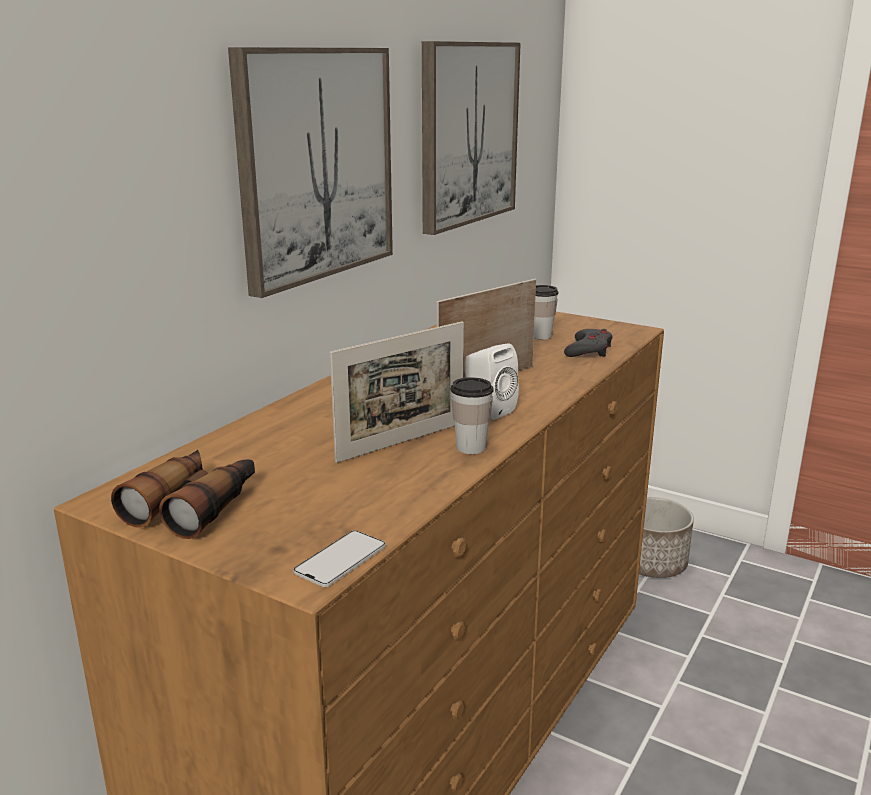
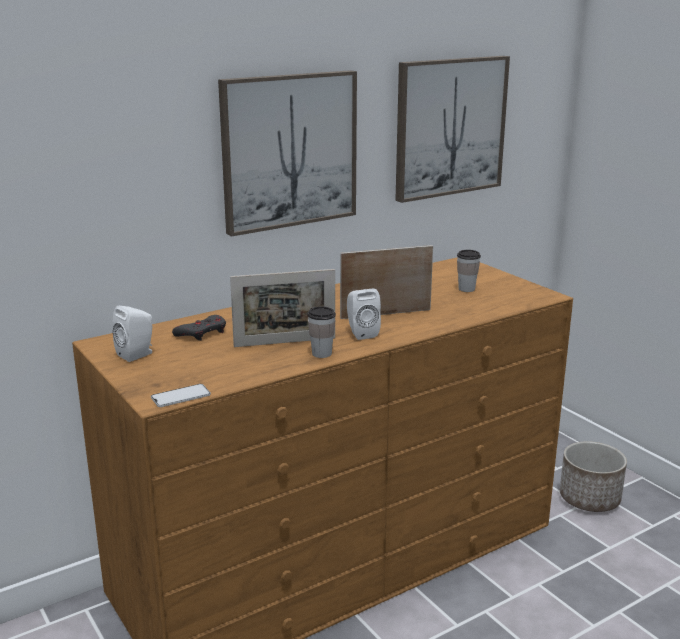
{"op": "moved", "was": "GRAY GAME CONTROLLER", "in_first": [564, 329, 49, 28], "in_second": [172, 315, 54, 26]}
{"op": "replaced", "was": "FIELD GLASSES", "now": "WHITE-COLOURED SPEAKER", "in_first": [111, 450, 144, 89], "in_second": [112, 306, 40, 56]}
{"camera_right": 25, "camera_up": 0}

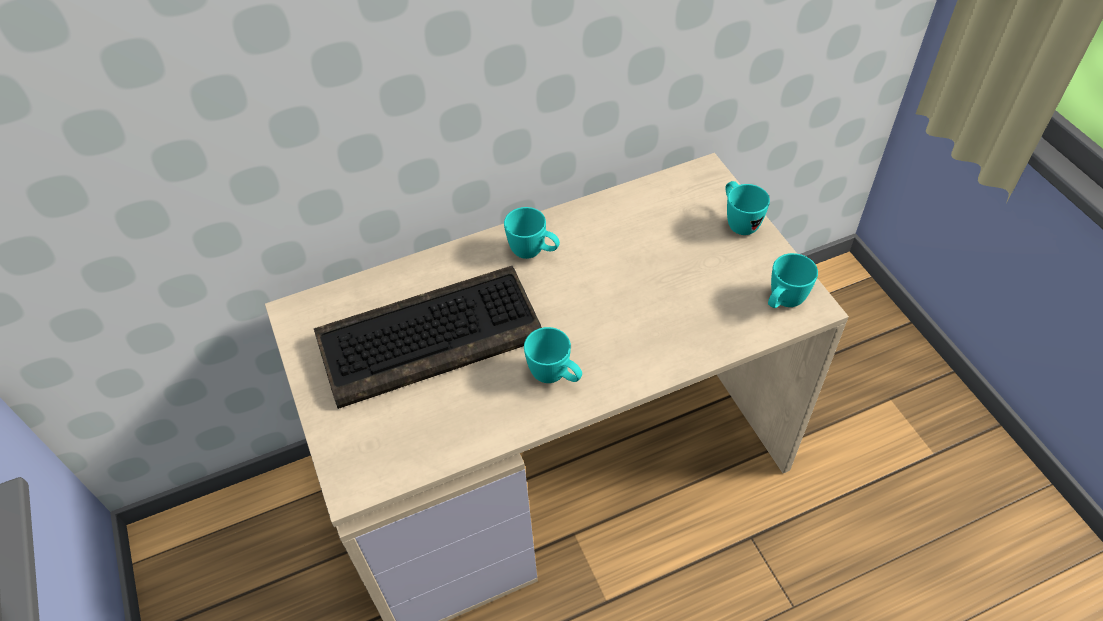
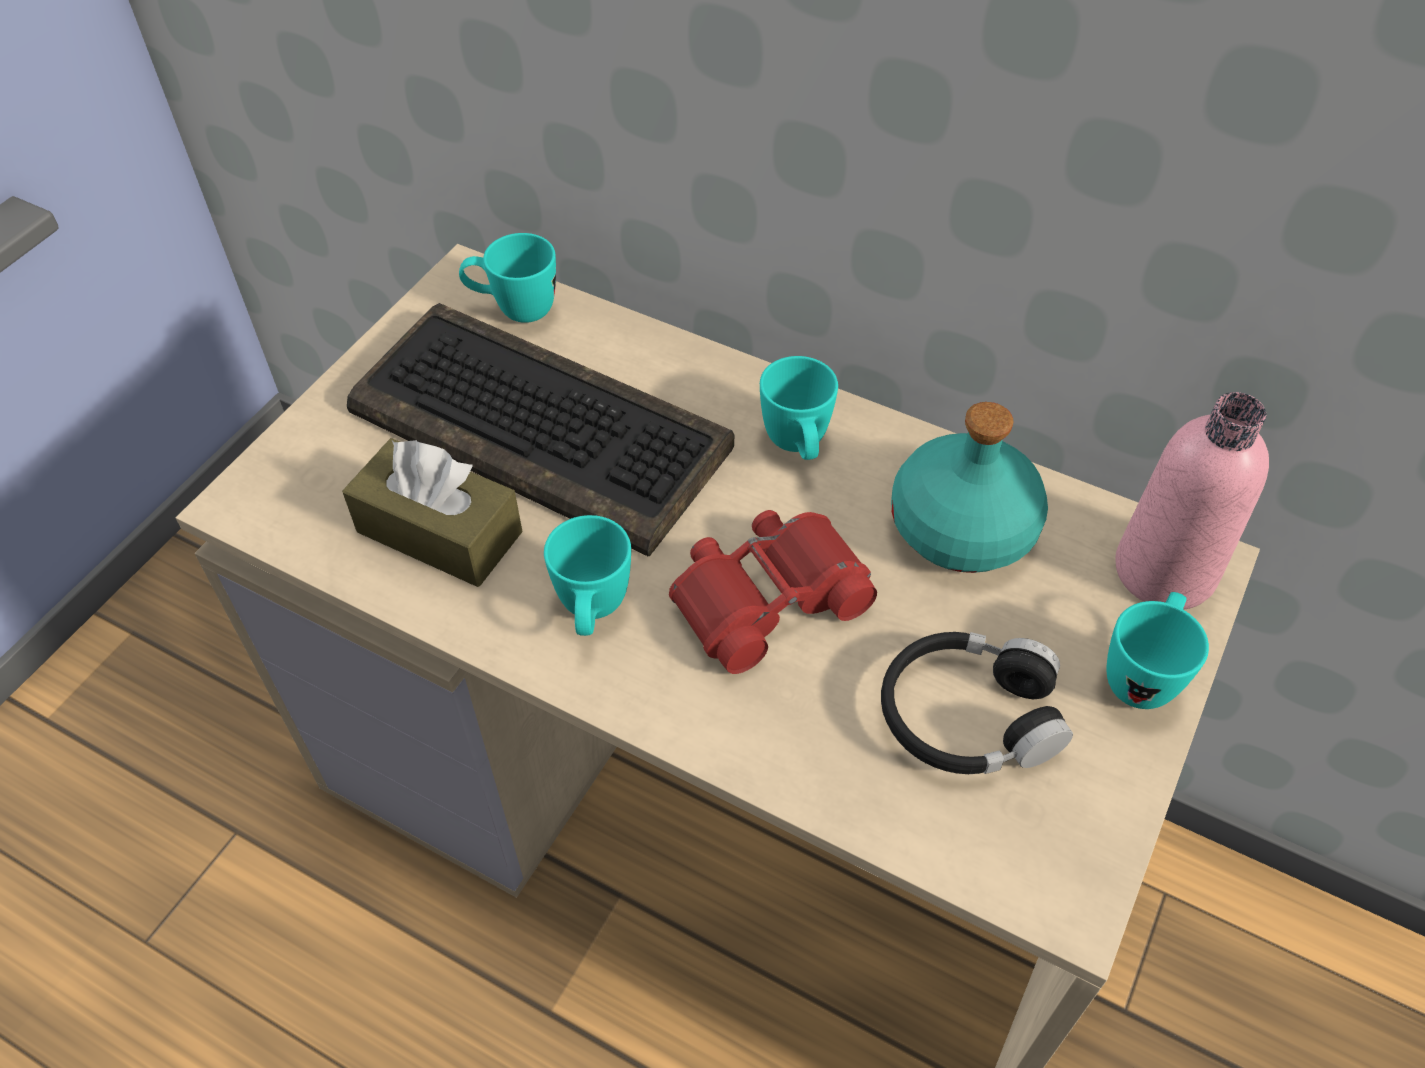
{"op": "added", "now": "BROWNISH BOX OF TISSUES", "in_second": [342, 438, 181, 149]}
{"op": "added", "now": "RED-COLOURED FIELD GLASSES", "in_second": [669, 510, 208, 164]}
{"op": "added", "now": "BLACKISH PAIR OF HEADPHONES", "in_second": [881, 632, 192, 142]}
{"op": "added", "now": "TURQUOISE DRINK BOTTLE", "in_second": [891, 402, 157, 171]}
{"op": "added", "now": "PINK-COLOURED DRINK BOTTLE", "in_second": [1115, 392, 154, 218]}
{"op": "moved", "was": "TURQUOISE TEA MUG", "in_first": [768, 253, 50, 55], "in_second": [459, 233, 97, 90]}
{"camera_right": 50, "camera_up": 0}

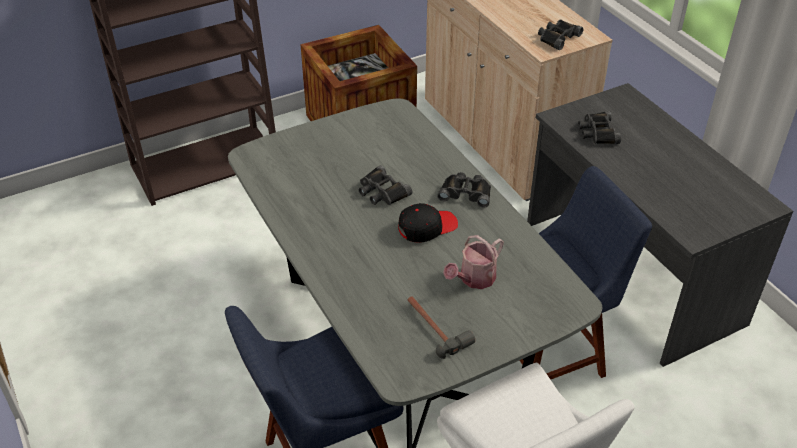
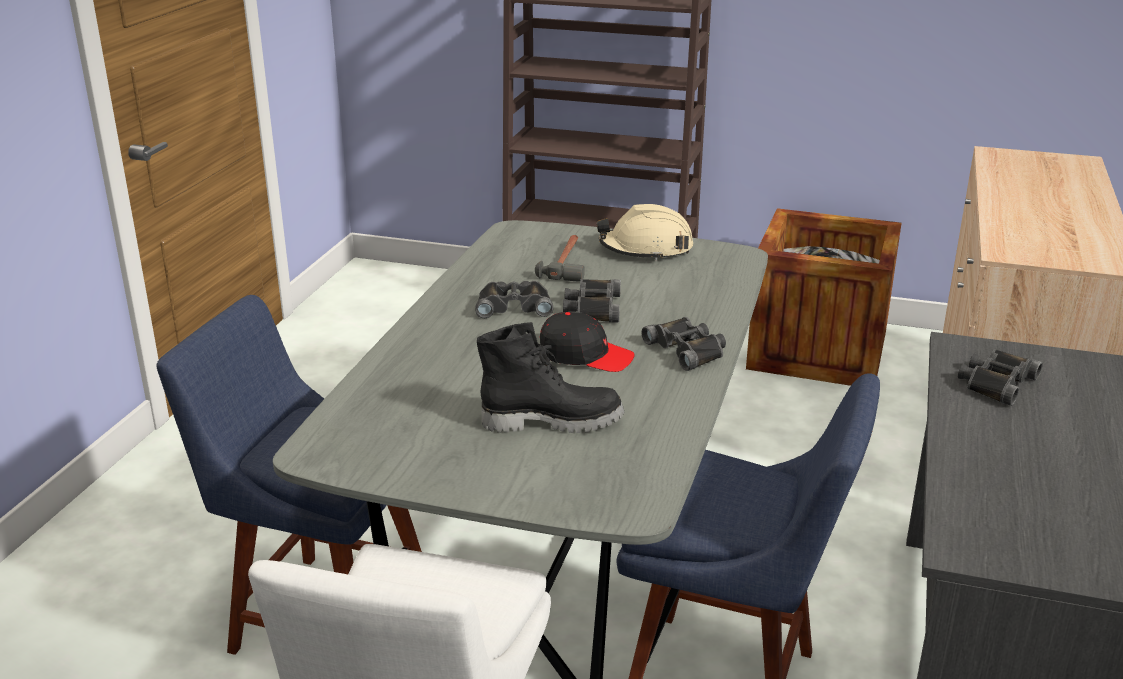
{"op": "added", "now": "BEIGE SAFETY HELMET", "in_second": [597, 204, 96, 57]}
{"op": "moved", "was": "TOOL HAMMER", "in_first": [407, 297, 68, 62], "in_second": [535, 235, 50, 47]}
{"op": "moved", "was": "BLACKISH FIELD GLASSES", "in_first": [538, 19, 45, 31], "in_second": [475, 281, 79, 37]}
{"op": "replaced", "was": "WATERING CAN", "now": "BLACKISH HIGH-TOP BOOT", "in_first": [443, 235, 61, 54], "in_second": [477, 322, 147, 111]}
{"camera_right": 45, "camera_up": -15}

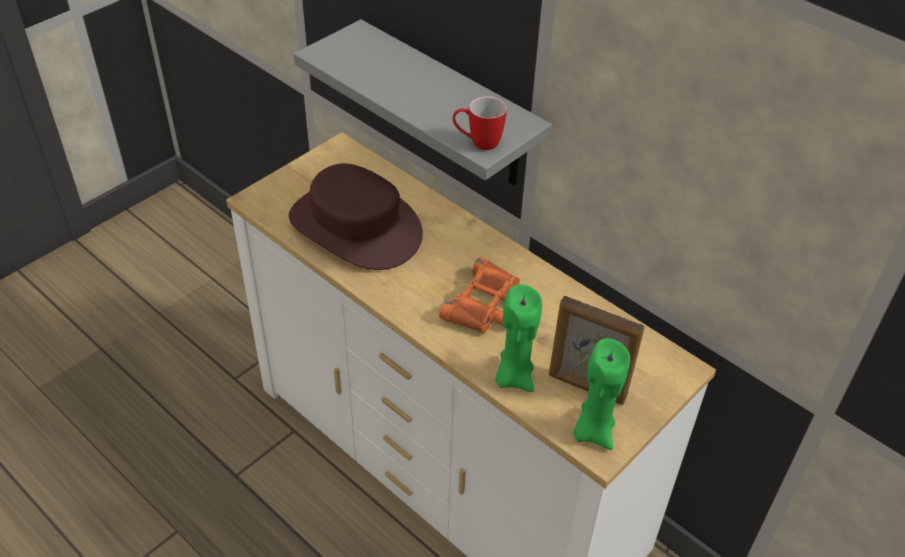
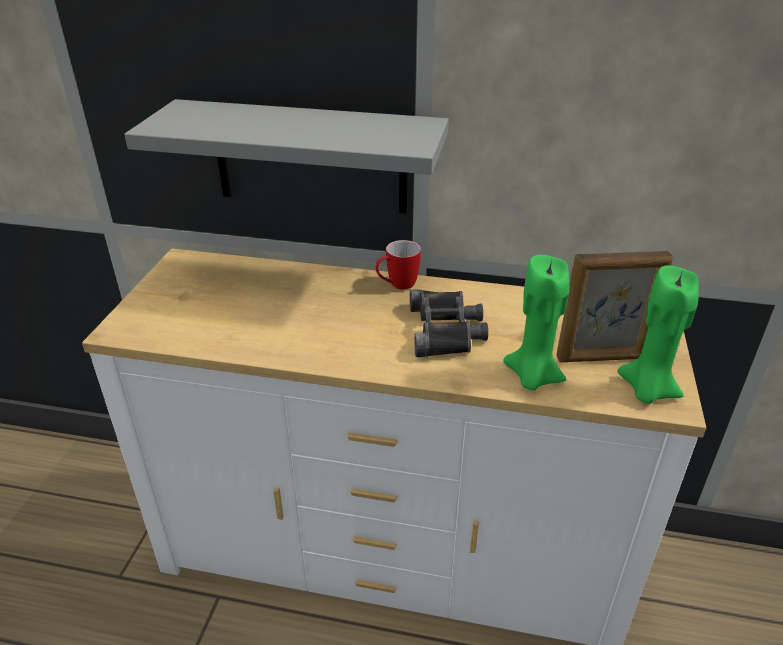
{"op": "removed", "was": "BROWNISH WEARABLE HAT", "in_first": [289, 163, 134, 107]}
{"op": "moved", "was": "TEA MUG", "in_first": [453, 96, 54, 54], "in_second": [375, 240, 46, 50]}
{"op": "recoloured", "was": "ORANGEY FIELD GLASSES", "now": "BLACKISH FIELD GLASSES", "in_first": [439, 257, 81, 76], "in_second": [410, 290, 78, 67]}
{"camera_right": -30, "camera_up": -10}

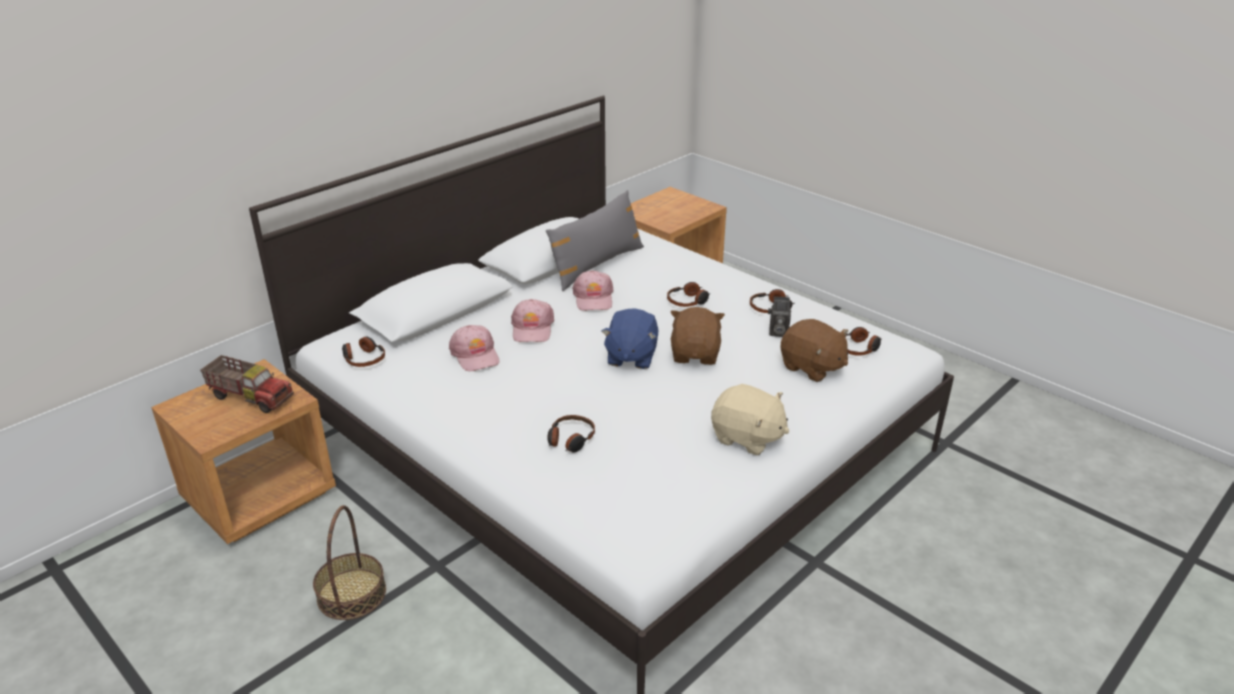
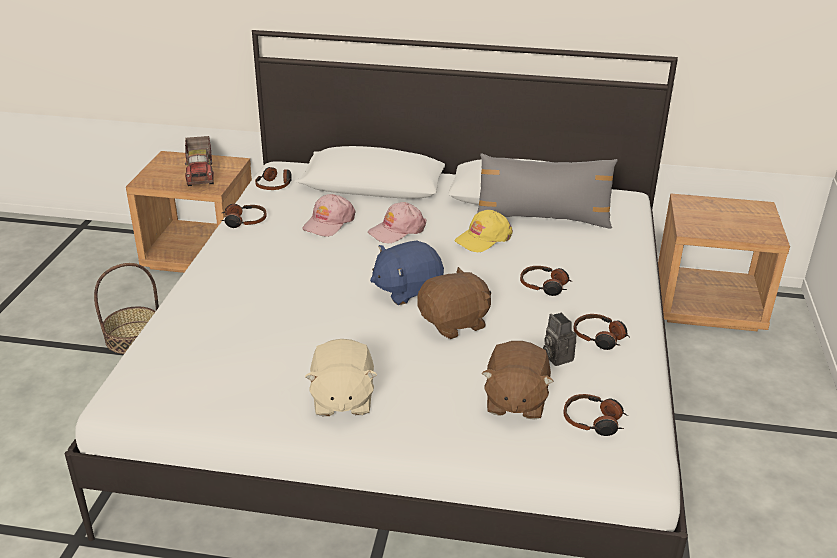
{"op": "moved", "was": "PAIR OF HEADPHONES", "in_first": [547, 415, 48, 38], "in_second": [221, 204, 46, 24]}
{"op": "recoloured", "was": "PINK-COLOURED PEAKED CAP", "now": "YELLOWISH PEAKED CAP", "in_first": [572, 270, 42, 41], "in_second": [454, 210, 59, 42]}
{"camera_right": 55, "camera_up": 0}

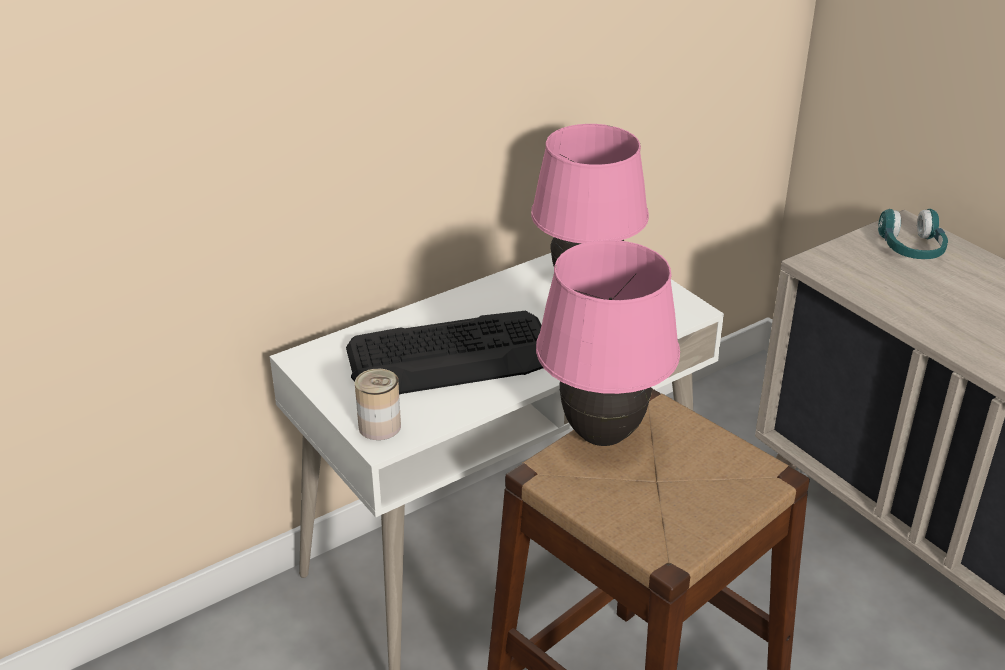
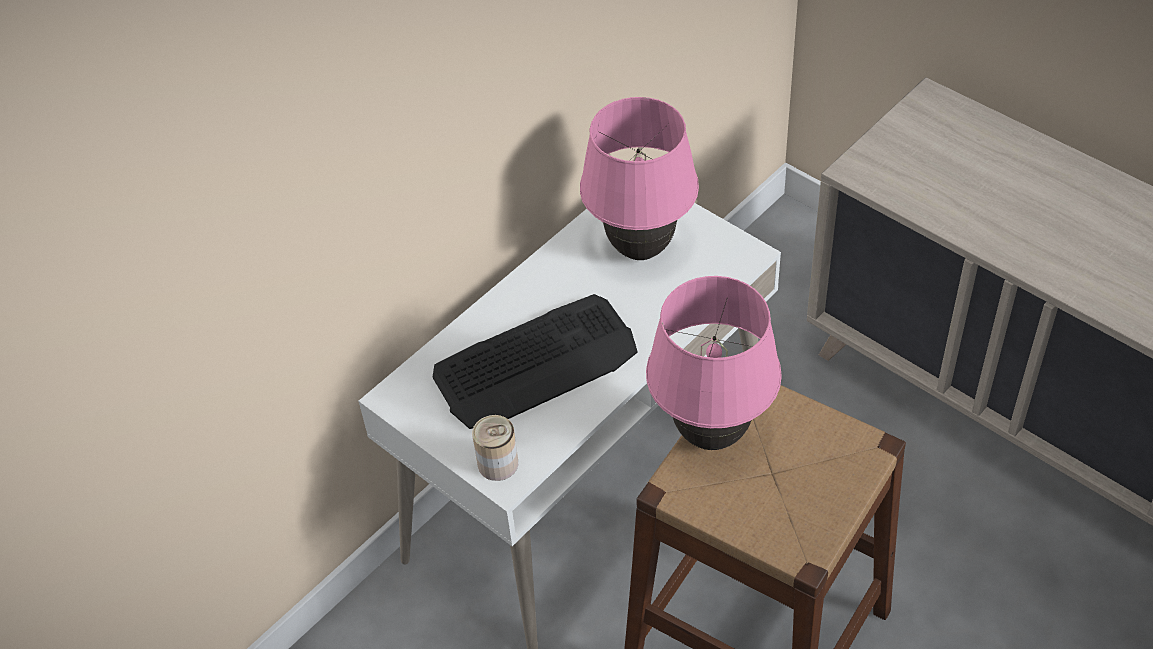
{"op": "removed", "was": "TURQUOISE PAIR OF HEADPHONES", "in_first": [878, 209, 70, 50]}
{"camera_right": -10, "camera_up": 15}

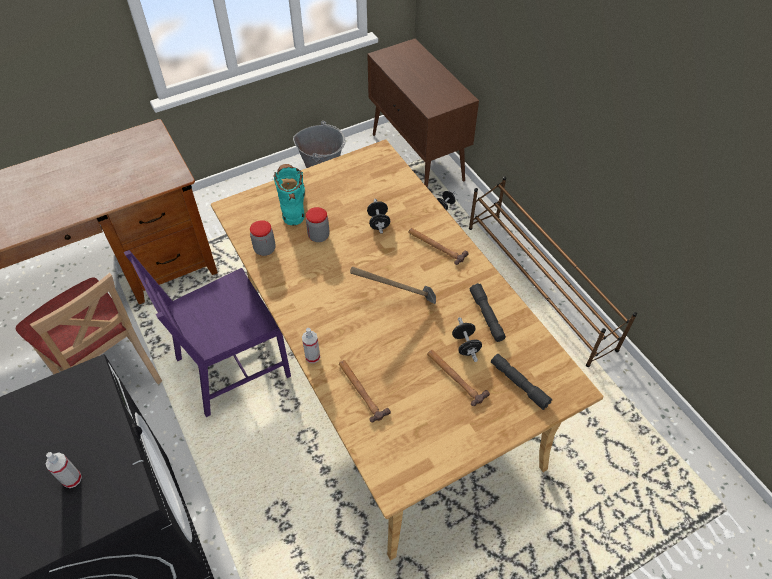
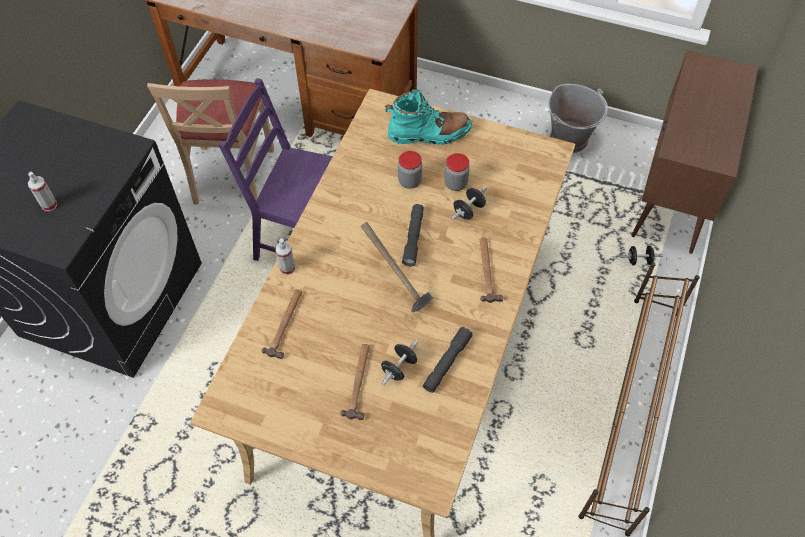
{"op": "moved", "was": "PRESERVE JAR", "in_first": [250, 220, 26, 36], "in_second": [444, 153, 26, 38]}
{"op": "moved", "was": "GRAY HAND TORCH", "in_first": [491, 354, 62, 56], "in_second": [402, 204, 22, 63]}
{"op": "turned", "was": "TURQUOISE HIGH-TOP BOOT", "in_first": [273, 164, 32, 62], "in_second": [385, 89, 87, 56], "clockwise": 45}
{"camera_right": 50, "camera_up": 5}

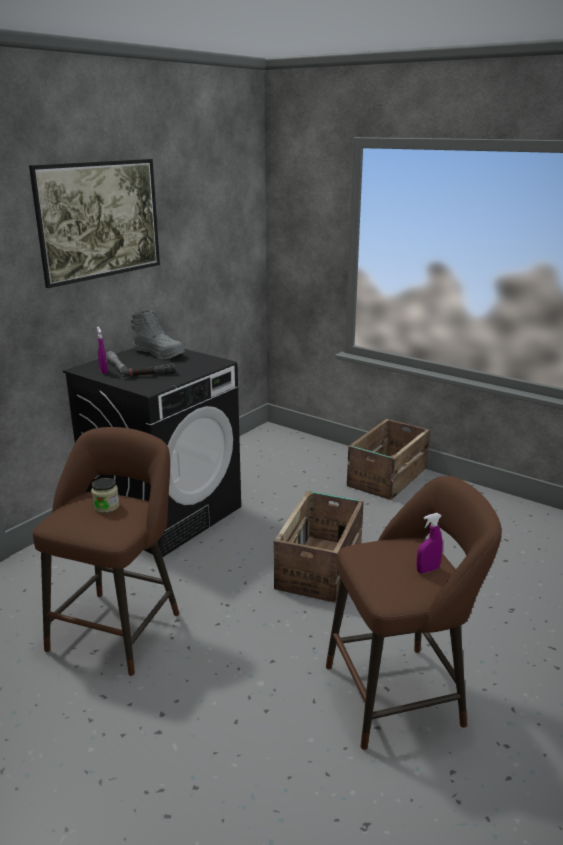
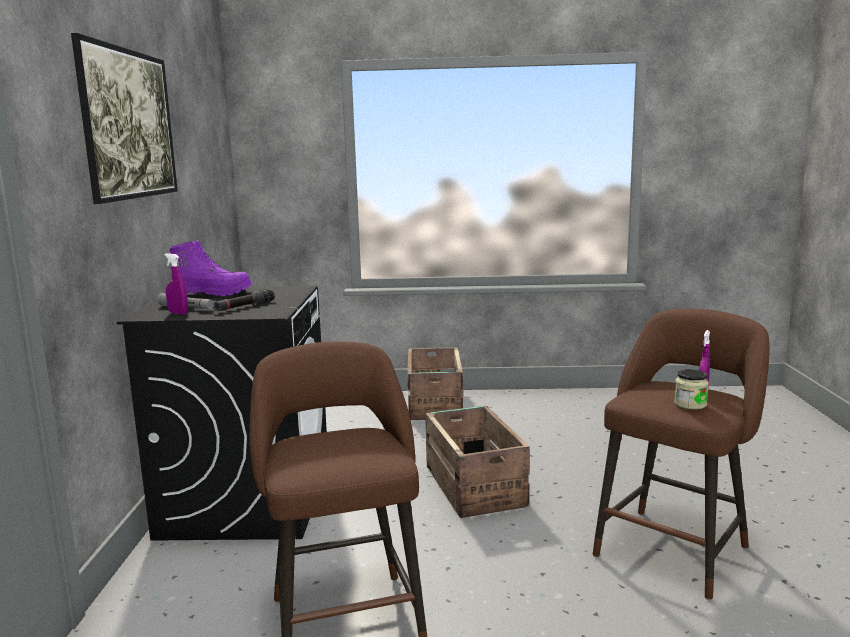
{"op": "moved", "was": "PRESERVE JAR", "in_first": [91, 478, 28, 35], "in_second": [674, 369, 35, 41]}
{"op": "recoloured", "was": "GRAY HIGH-TOP BOOT", "now": "PURPLE HIGH-TOP BOOT", "in_first": [131, 310, 54, 49], "in_second": [169, 240, 83, 56]}
{"camera_right": -35, "camera_up": -10}

